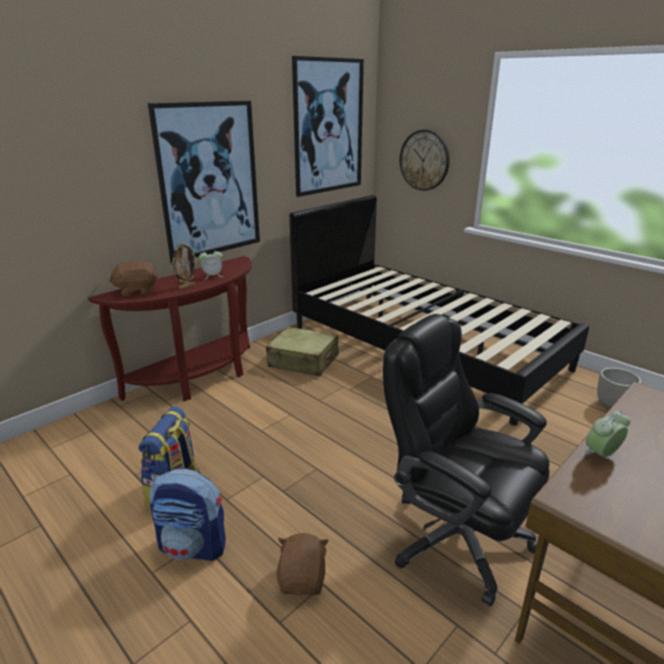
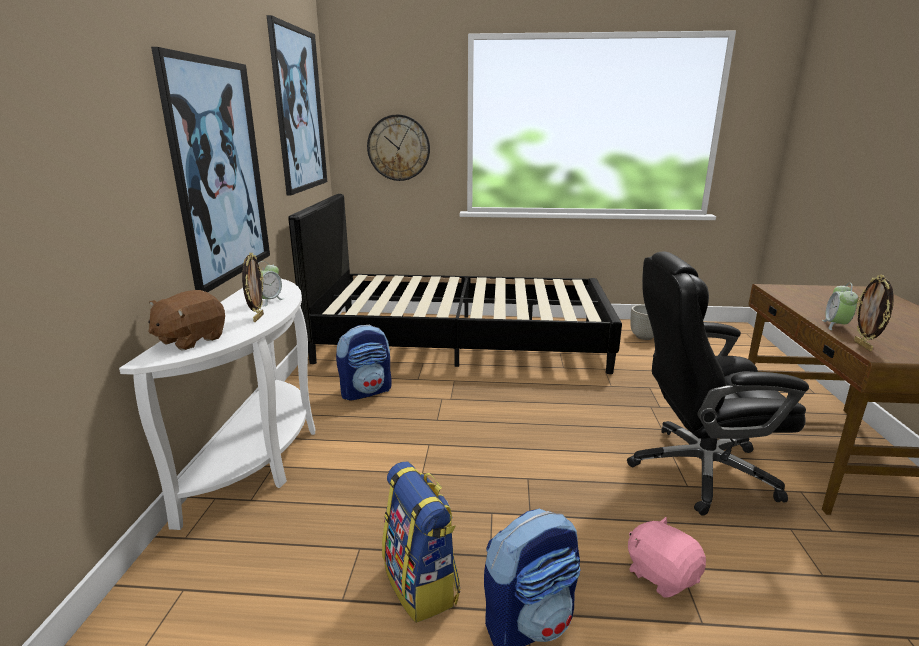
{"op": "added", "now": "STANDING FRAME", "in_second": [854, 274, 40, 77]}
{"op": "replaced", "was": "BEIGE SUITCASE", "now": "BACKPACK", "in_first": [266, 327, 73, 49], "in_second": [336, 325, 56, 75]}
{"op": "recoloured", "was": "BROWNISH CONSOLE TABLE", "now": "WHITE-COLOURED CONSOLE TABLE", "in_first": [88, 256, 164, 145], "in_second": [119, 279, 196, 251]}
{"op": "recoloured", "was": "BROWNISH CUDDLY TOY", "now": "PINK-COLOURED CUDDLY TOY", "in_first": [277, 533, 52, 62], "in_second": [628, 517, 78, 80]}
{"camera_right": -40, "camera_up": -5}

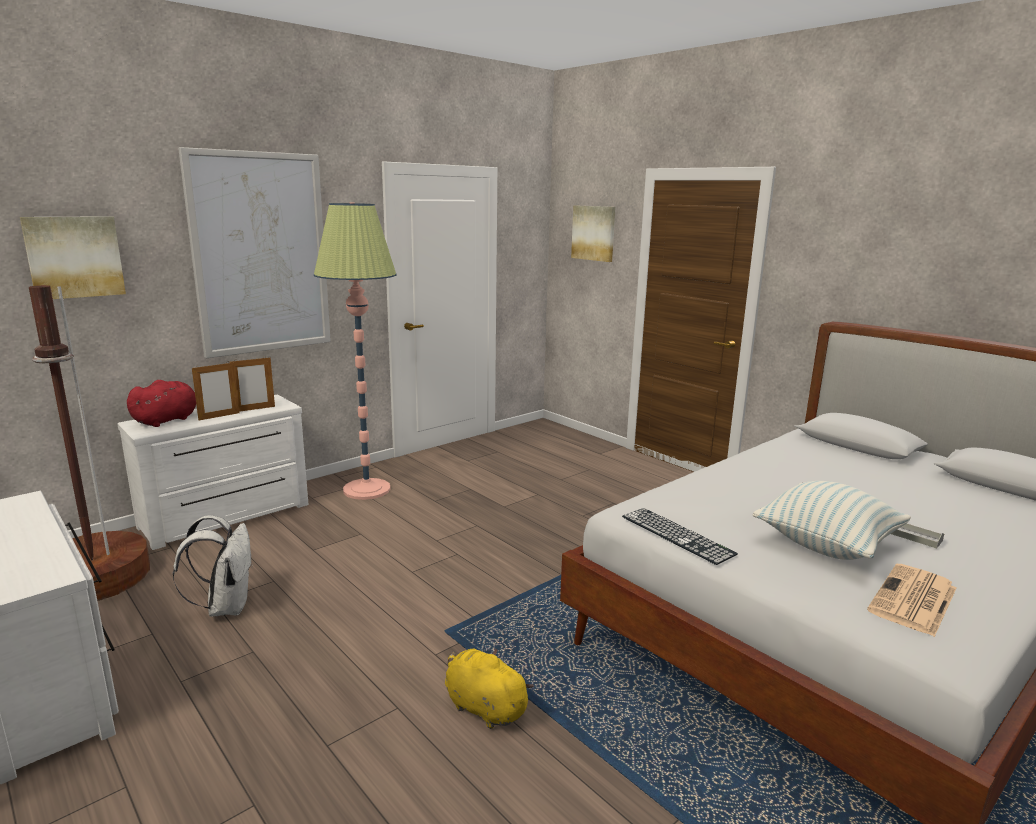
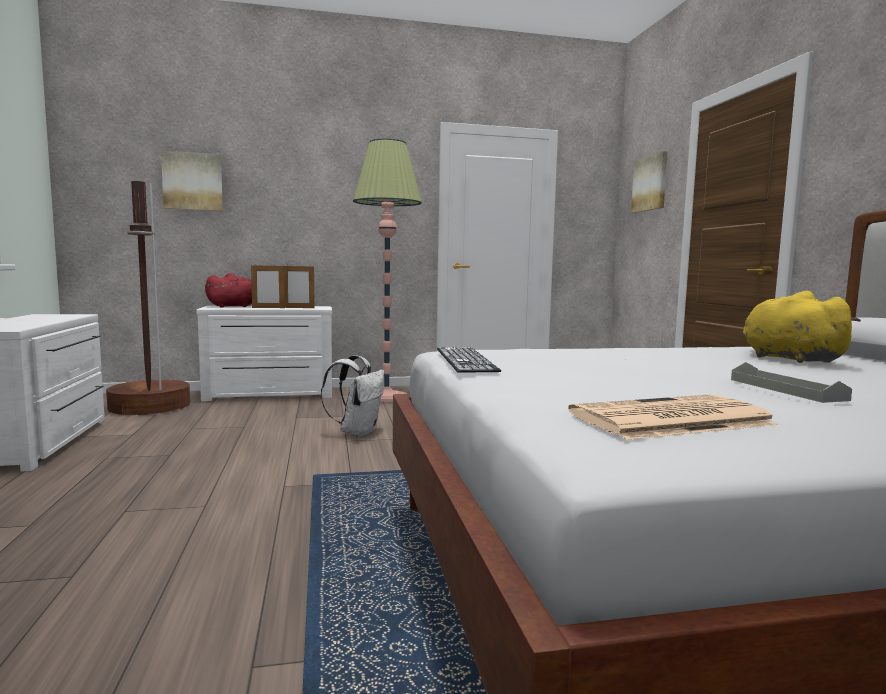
{"op": "removed", "was": "PICTURE", "in_first": [178, 147, 153, 211]}
{"op": "removed", "was": "THROW PILLOW", "in_first": [753, 481, 158, 79]}
{"op": "moved", "was": "WHITE-COLOURED BACKPACK", "in_first": [173, 515, 80, 101], "in_second": [321, 355, 63, 82]}
{"op": "moved", "was": "YELLOWISH CUDDLY TOY", "in_first": [445, 648, 89, 81], "in_second": [743, 291, 118, 72]}
{"camera_right": 30, "camera_up": -10}

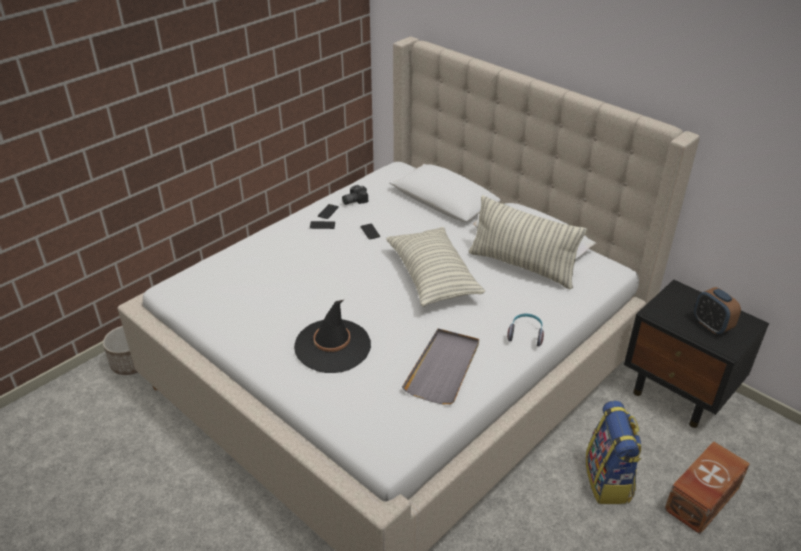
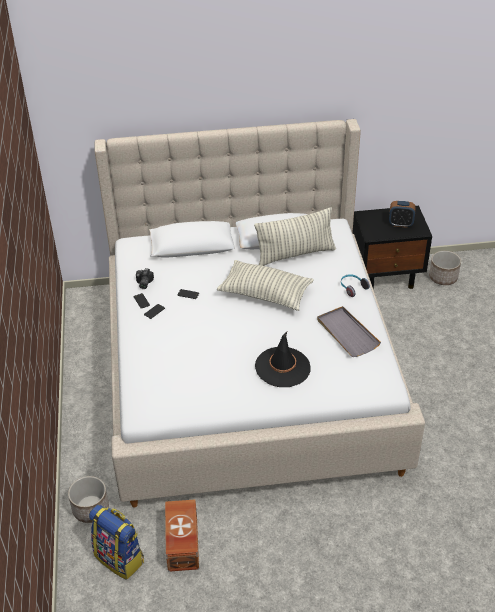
{"op": "added", "now": "PLANTER", "in_second": [429, 251, 32, 34]}
{"op": "moved", "was": "BACKPACK", "in_first": [586, 401, 56, 103], "in_second": [89, 505, 55, 75]}
{"op": "moved", "was": "BROWNISH STORAGE CONTAINER", "in_first": [664, 441, 86, 93], "in_second": [165, 500, 34, 72]}
{"camera_right": -50, "camera_up": 5}

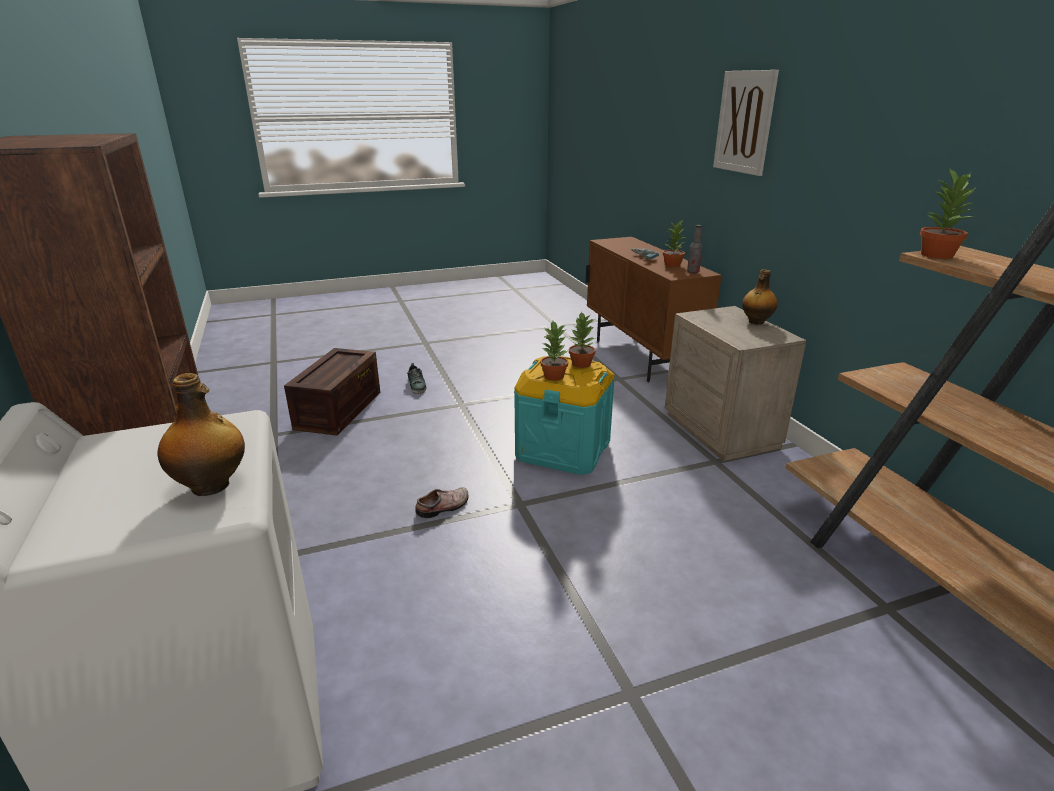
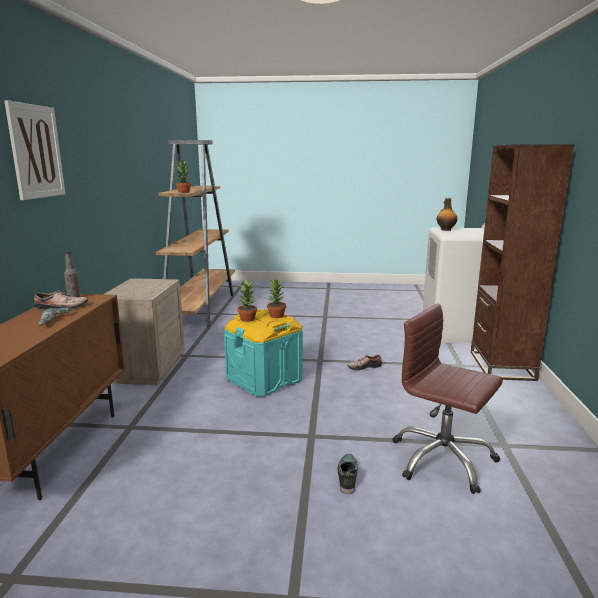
{"op": "removed", "was": "DRINK BOTTLE", "in_first": [742, 269, 36, 55]}
{"op": "replaced", "was": "CRATE", "now": "BROWNISH COMPUTER CHAIR", "in_first": [284, 348, 96, 88], "in_second": [393, 303, 110, 191]}
{"op": "replaced", "was": "PLANT IN A POT", "now": "SHOE", "in_first": [663, 220, 23, 47], "in_second": [34, 290, 54, 20]}
{"camera_right": -155, "camera_up": -10}

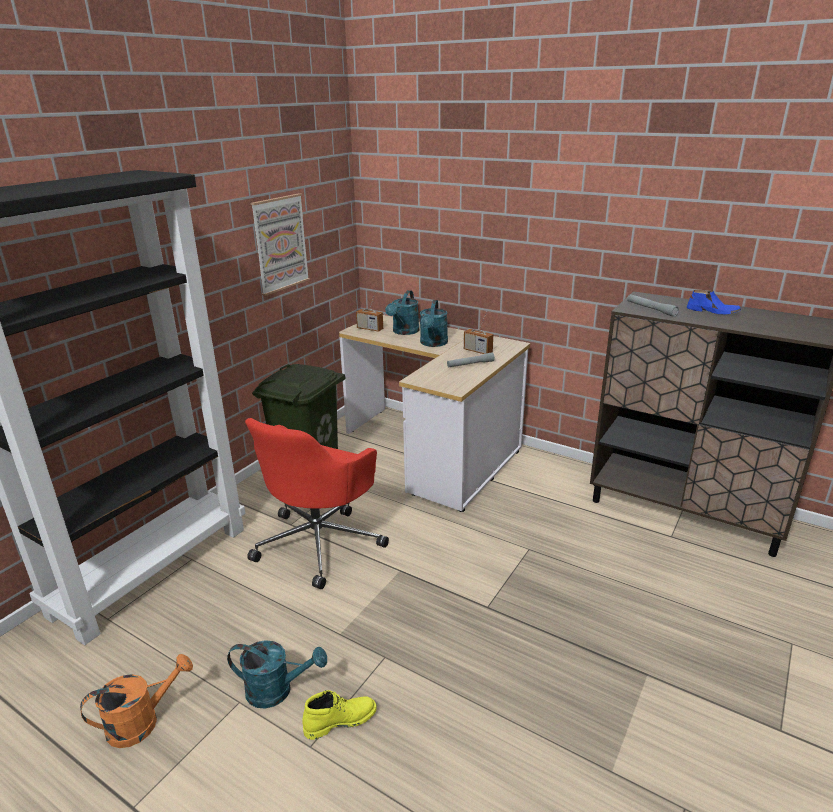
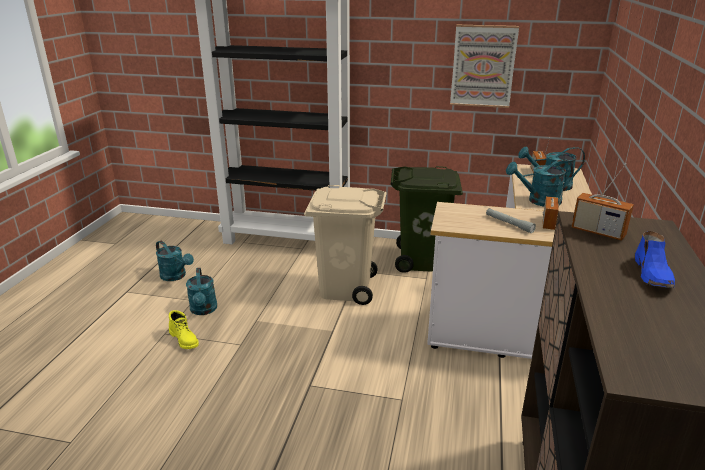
{"op": "replaced", "was": "RED-COLOURED COMPUTER CHAIR", "now": "BEIGE RUBBISH BIN", "in_first": [245, 418, 144, 171], "in_second": [304, 185, 83, 120]}
{"op": "replaced", "was": "GRAY HAND TORCH", "now": "RADIO RECEIVER", "in_first": [627, 294, 52, 23], "in_second": [571, 163, 63, 78]}
{"op": "recoloured", "was": "ORANGEY WATERING CAN", "now": "TURQUOISE WATERING CAN", "in_first": [80, 654, 113, 94], "in_second": [156, 241, 38, 40]}
{"camera_right": 70, "camera_up": 0}

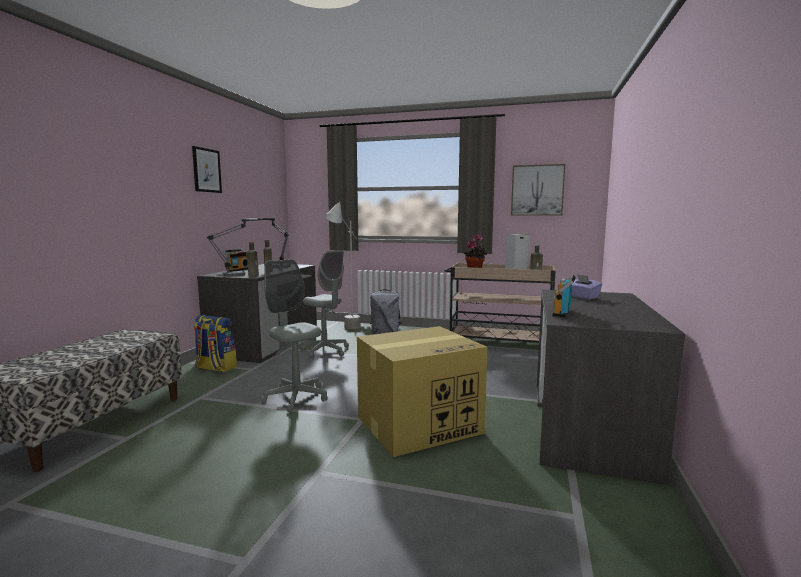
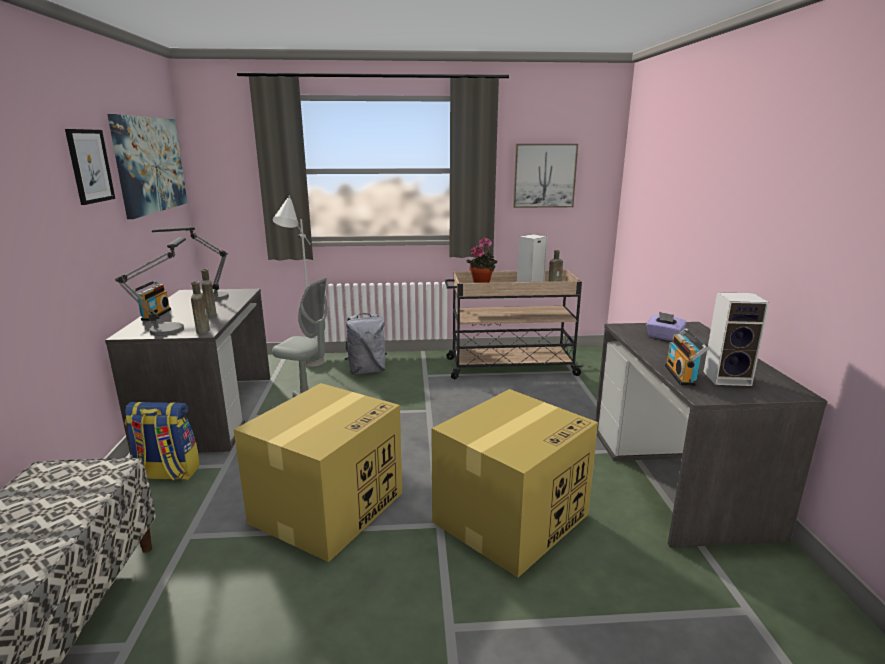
{"op": "added", "now": "PICTURE", "in_second": [107, 114, 80, 105]}
{"op": "added", "now": "SPEAKER", "in_second": [703, 292, 66, 94]}
{"op": "replaced", "was": "GRAY COMPUTER CHAIR", "now": "PACKING BOX", "in_first": [260, 259, 67, 153], "in_second": [234, 383, 168, 179]}
{"camera_right": -20, "camera_up": 10}

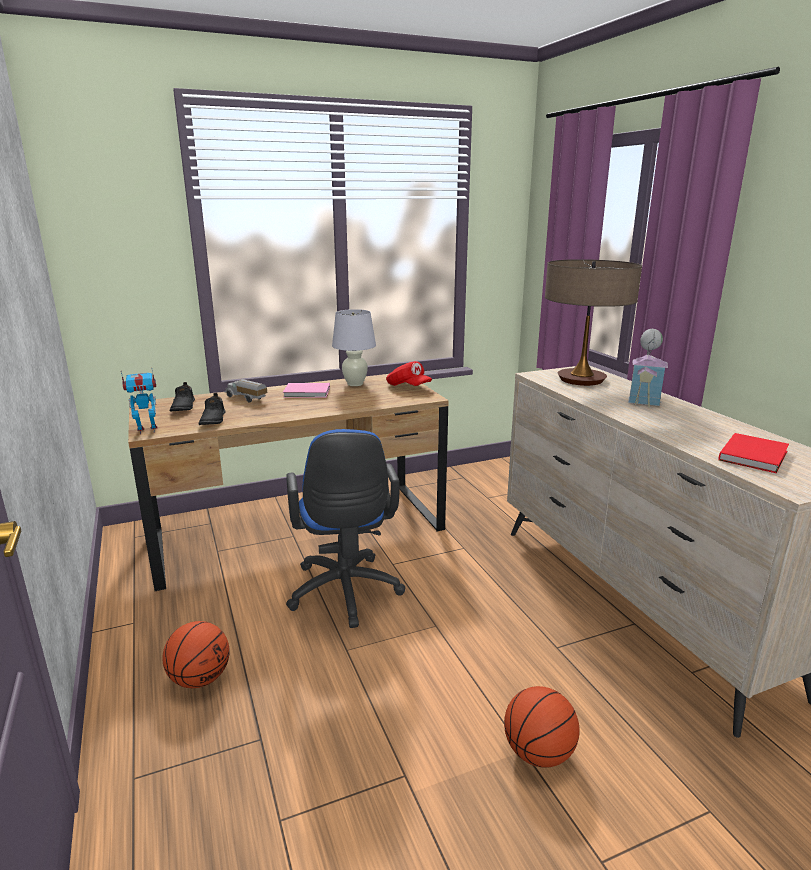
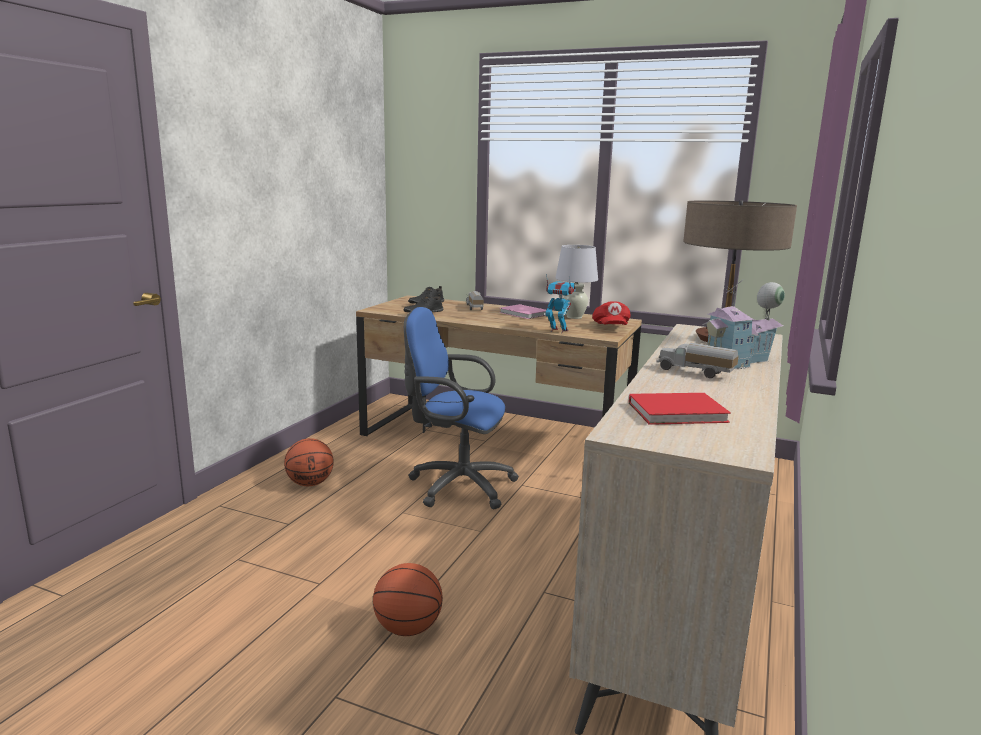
{"op": "added", "now": "TOY LORRY", "in_second": [656, 343, 83, 35]}
{"op": "moved", "was": "ROBOT FIGURE", "in_first": [121, 371, 37, 64], "in_second": [545, 274, 31, 59]}
{"op": "turned", "was": "BLUISH COMPUTER CHAIR", "in_first": [286, 429, 119, 199], "in_second": [404, 307, 115, 202], "clockwise": 75}
{"camera_right": 45, "camera_up": -5}

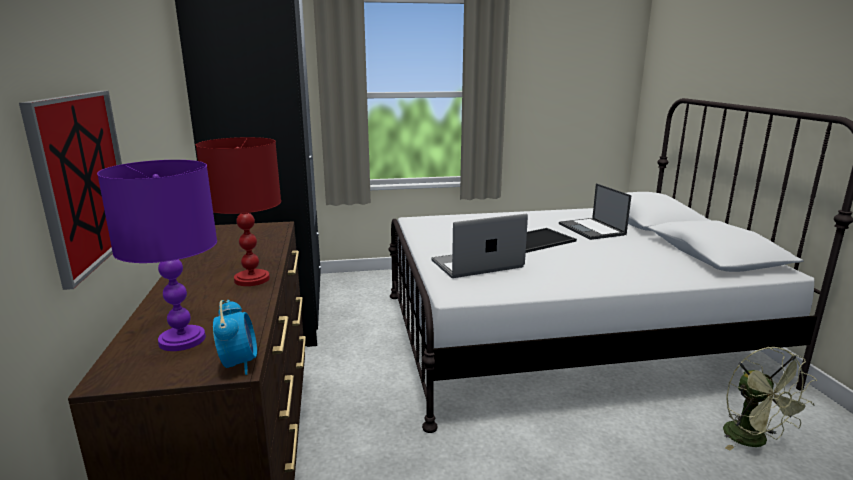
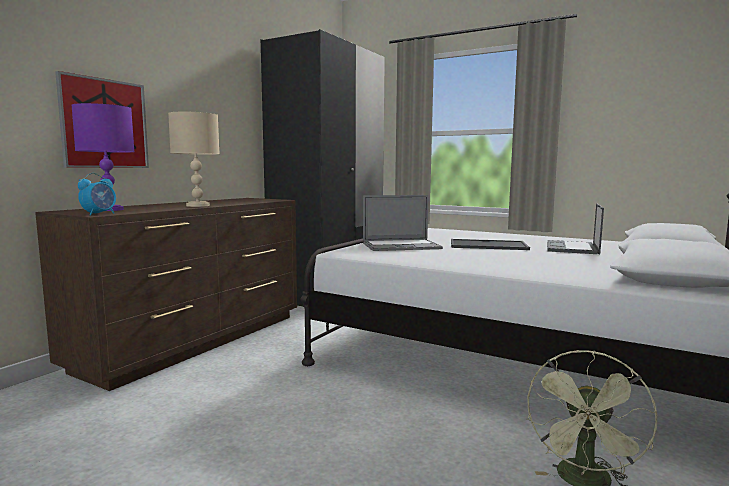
{"op": "recoloured", "was": "RED-COLOURED TABLETOP LAMP", "now": "BEIGE TABLETOP LAMP", "in_first": [196, 137, 85, 149], "in_second": [168, 112, 52, 95]}
{"op": "turned", "was": "PORTABLE COMPUTER", "in_first": [431, 213, 97, 65], "in_second": [363, 195, 80, 56], "clockwise": 150}
{"camera_right": 40, "camera_up": -10}

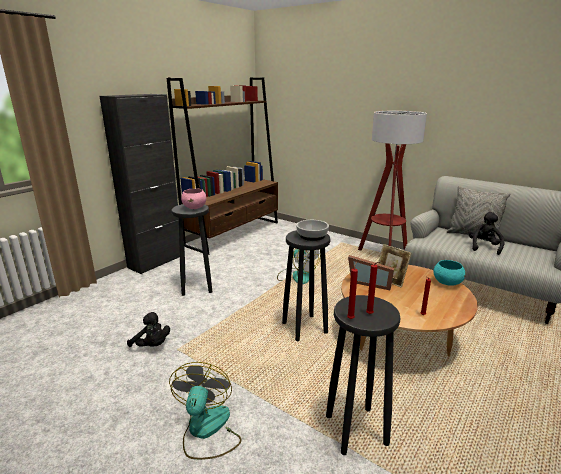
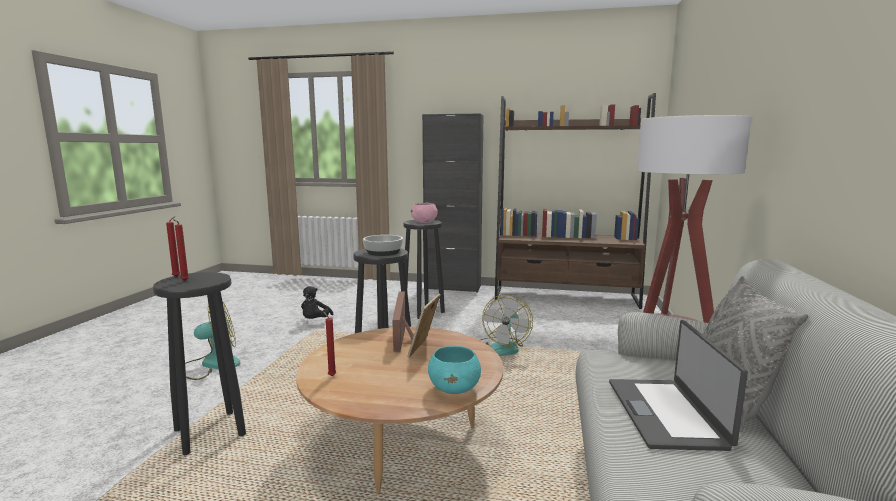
{"op": "replaced", "was": "BLACKISH CUDDLY TOY", "now": "PORTABLE COMPUTER", "in_first": [469, 212, 36, 43], "in_second": [609, 320, 139, 131]}
{"camera_right": 65, "camera_up": -10}

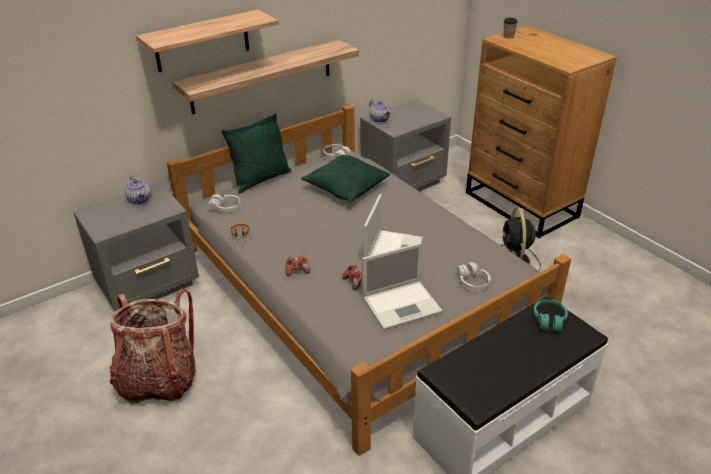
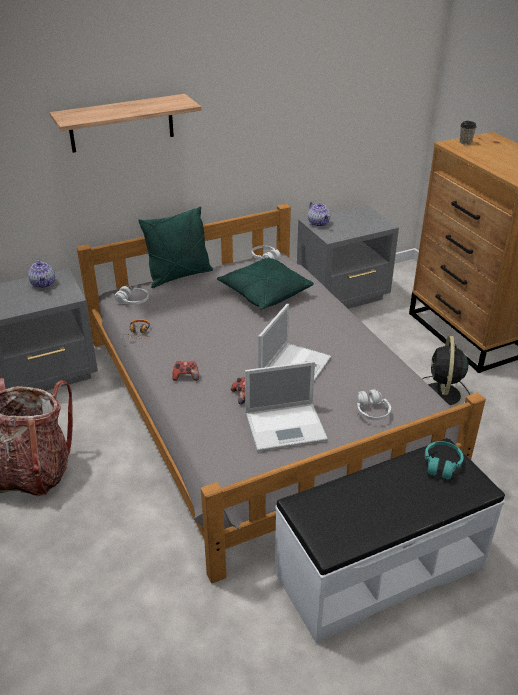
{"op": "removed", "was": "SHELF", "in_first": [173, 40, 186, 75]}
{"camera_right": 10, "camera_up": 0}

